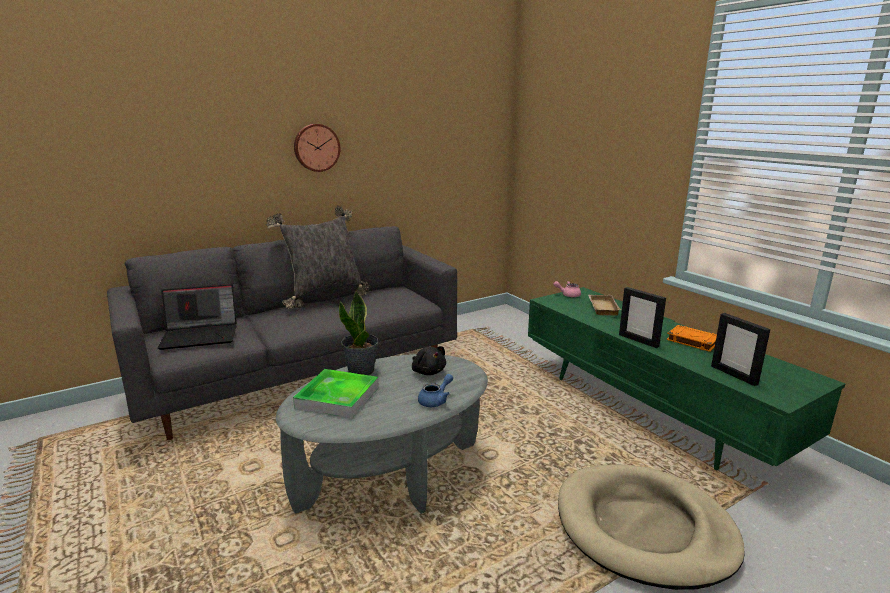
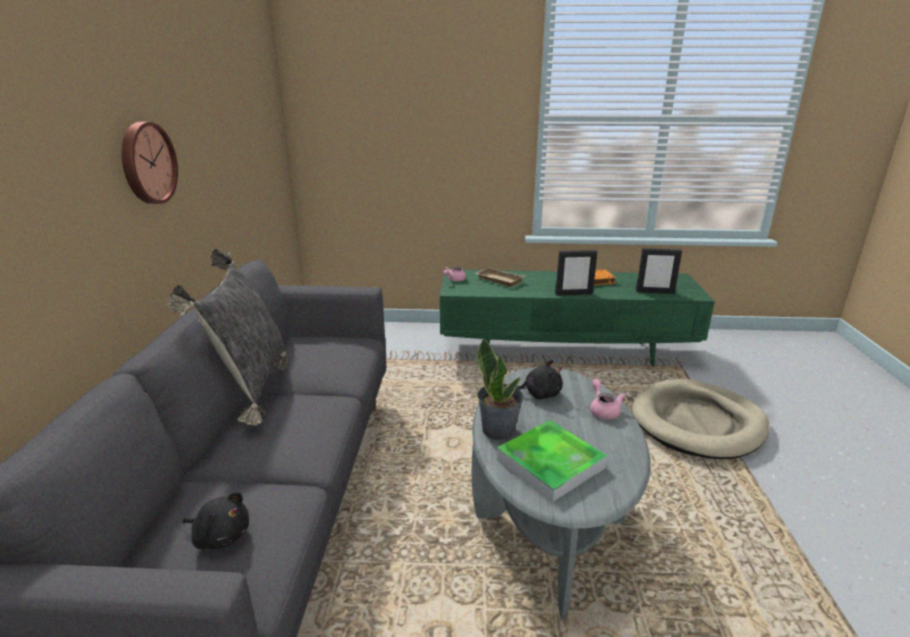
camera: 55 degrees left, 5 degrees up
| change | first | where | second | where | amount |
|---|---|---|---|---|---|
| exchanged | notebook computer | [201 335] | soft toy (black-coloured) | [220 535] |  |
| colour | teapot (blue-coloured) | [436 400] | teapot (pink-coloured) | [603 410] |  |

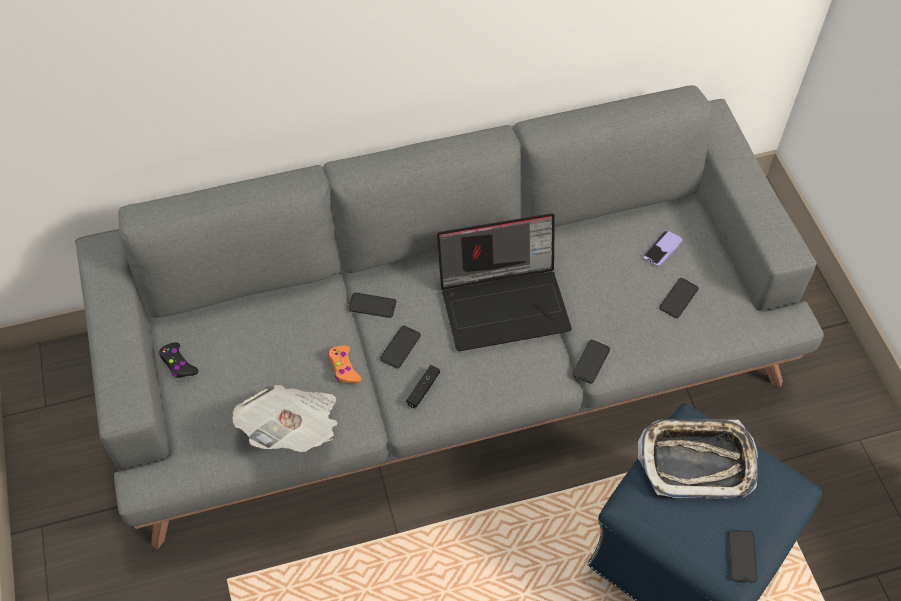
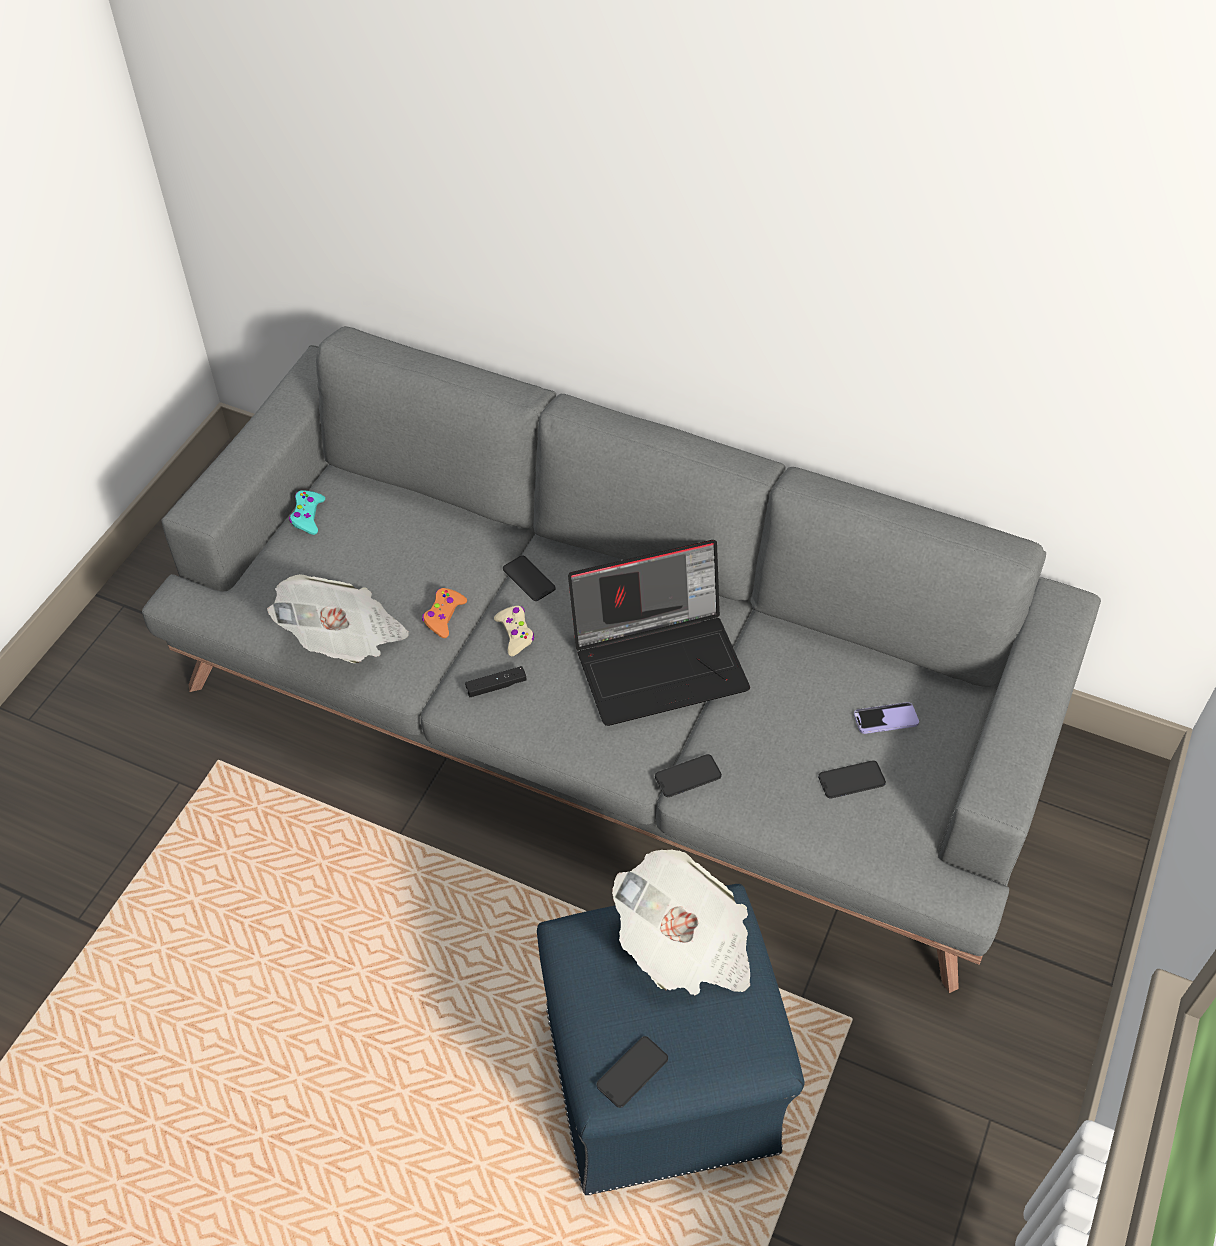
camera: 40 degrees right, 5 degrees down
| change | first | where | second | where | amount |
|---|---|---|---|---|---|
| exchanged | handset | [400 347] | game controller (beige-coloured) | [515 633] |  |
| exchanged | serving tray | [697 461] | printed paper | [685 945] |  |
| colour | game controller (black-coloured) | [178 364] | game controller (blue-green) | [308 516] |  |
| spun | notebook computer | [505 302] |  | [660 661] | 45 degrees counterclockwise |

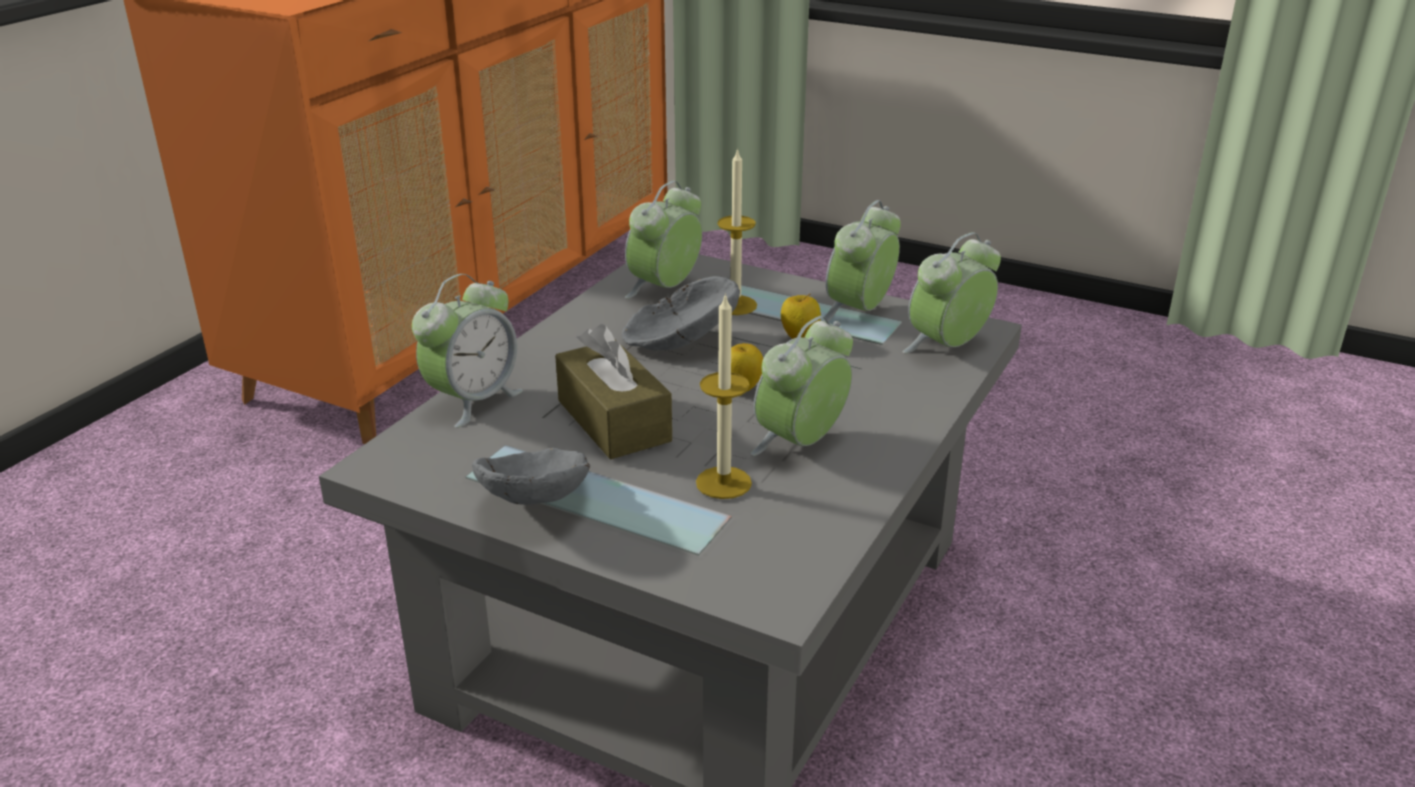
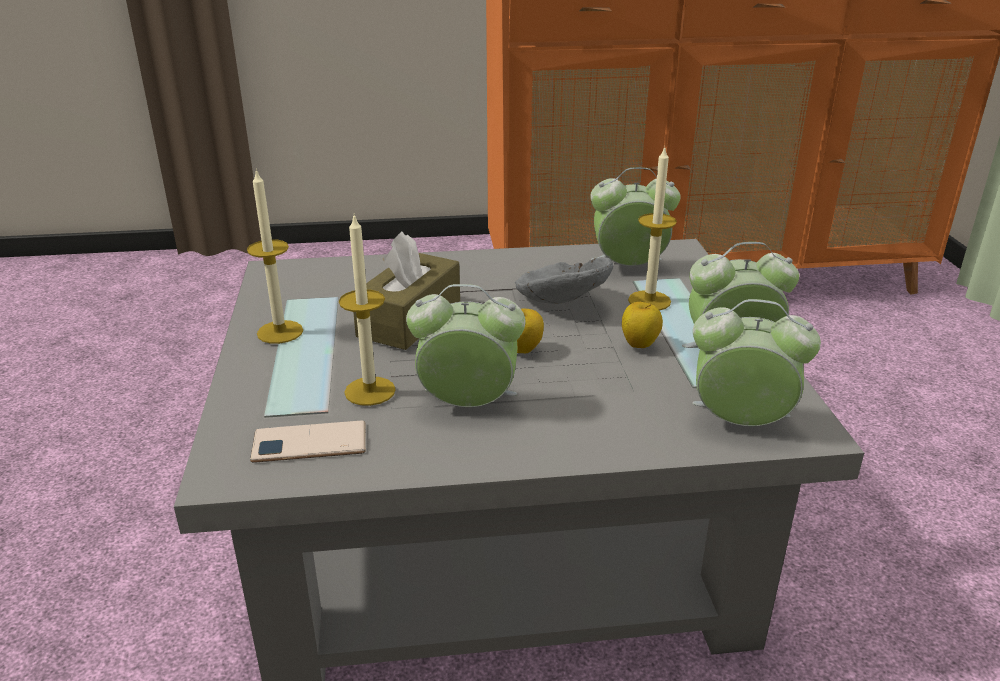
camera: 55 degrees right, 0 degrees up
| change | first | where | second | where | amount |
|---|---|---|---|---|---|
| missing | alarm clock | [473 401] |  |  |  |
| appeared |  |  | handset | [309 443] |  |
| exchanged | deep dish (gray) | [539 499] | candle | [280 332] |  |

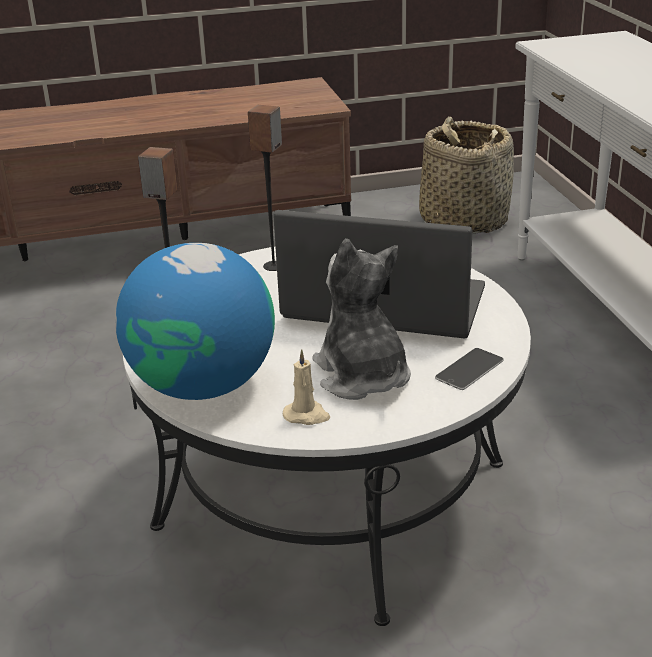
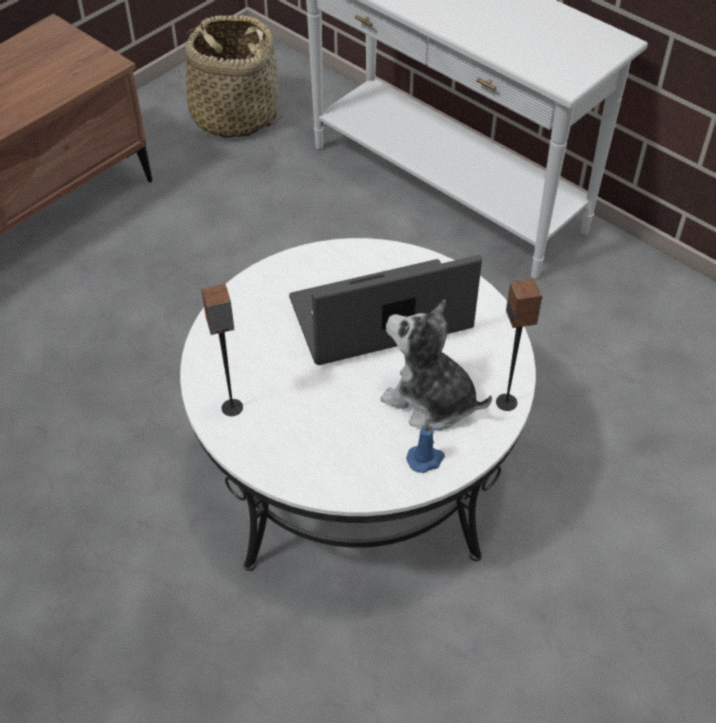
camera: 35 degrees left, 20 degrees up
| change | first | where | second | where | amount |
|---|---|---|---|---|---|
| missing | globe | [203 385] |  |  |  |
| missing | handset | [469 369] |  |  |  |
| relocated | audio speaker | [274 266] |  | [507 402] |  |
| colour | candle (beige-coloured) | [307 415] | candle (blue-coloured) | [426 459] |  |

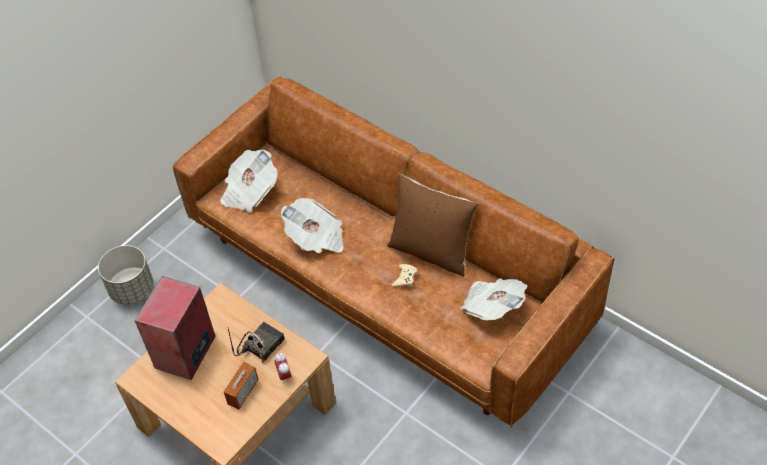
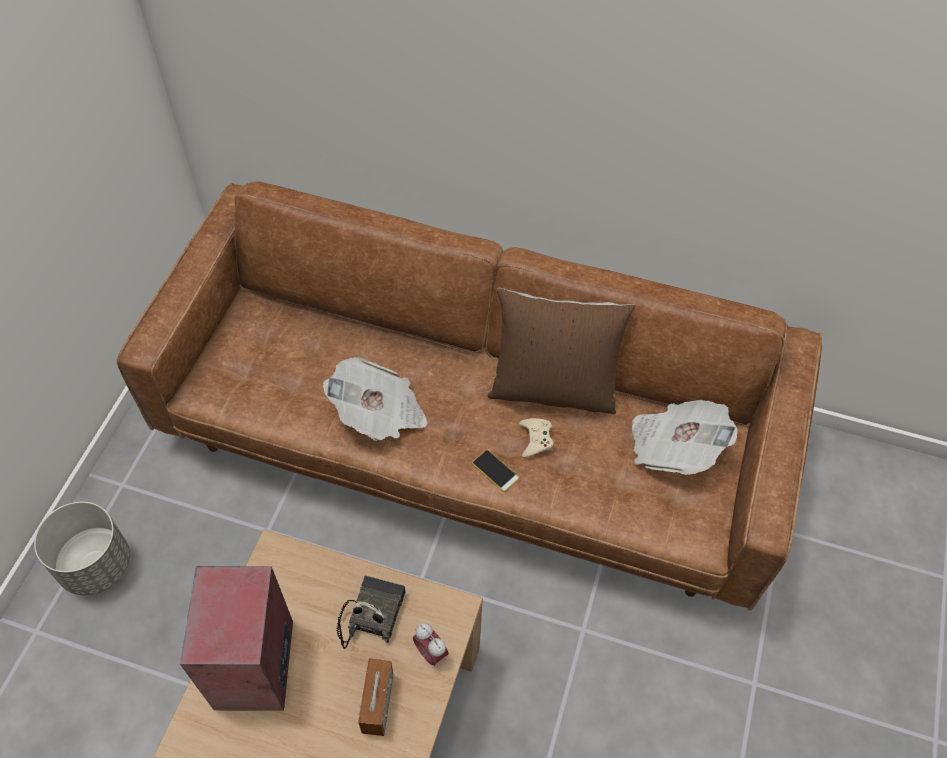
camera: 25 degrees left, 5 degrees up
| change | first | where | second | where | amount |
|---|---|---|---|---|---|
| missing | printed paper | [249 192] |  |  |  |
| appeared |  |  | handset | [495 471] |  |

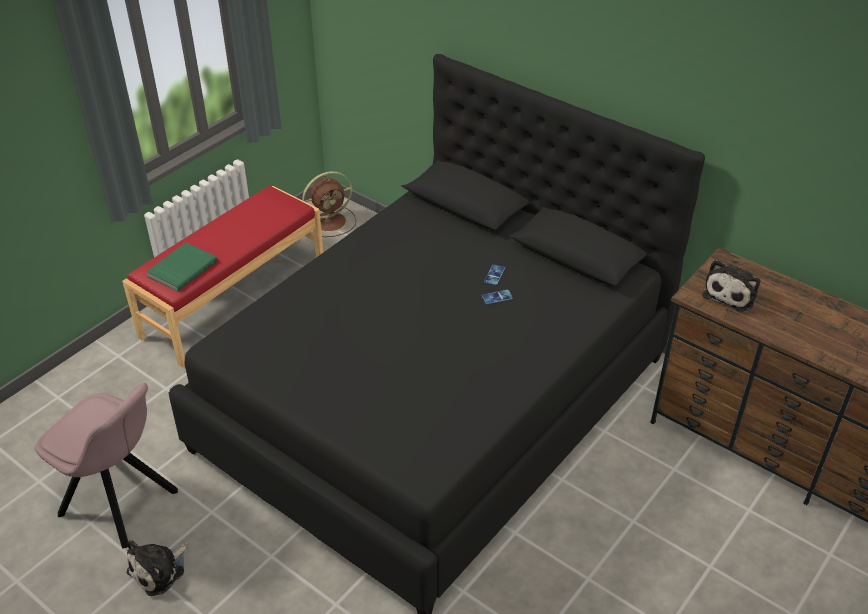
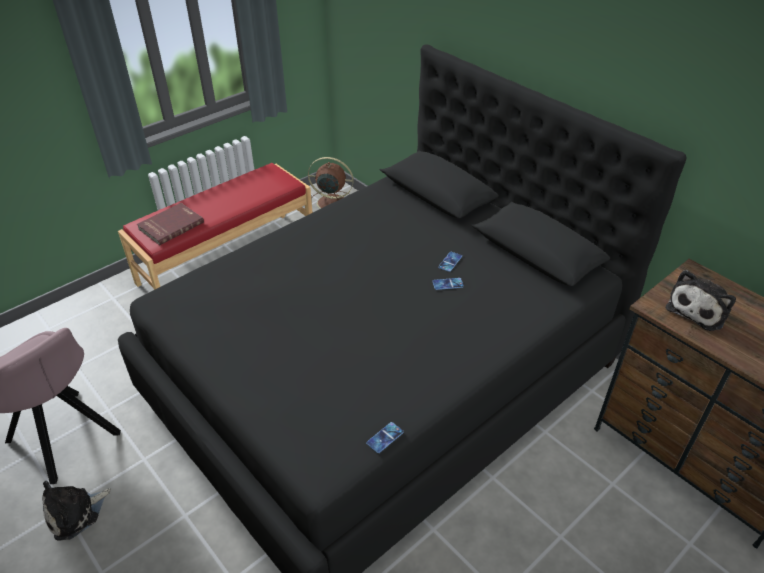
camera: 10 degrees right, 0 degrees up
| change | first | where | second | where | amount |
|---|---|---|---|---|---|
| appeared |  |  | handset | [385 437] |  |
| colour | volume (green) | [181 268] | volume (red-coloured) | [170 225] |  |
| spun | fan (brownish) | [331 221] |  | [330 202] | 150 degrees counterclockwise |

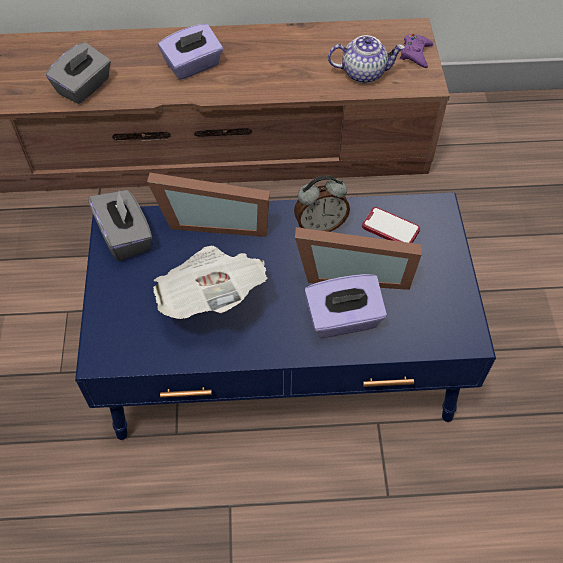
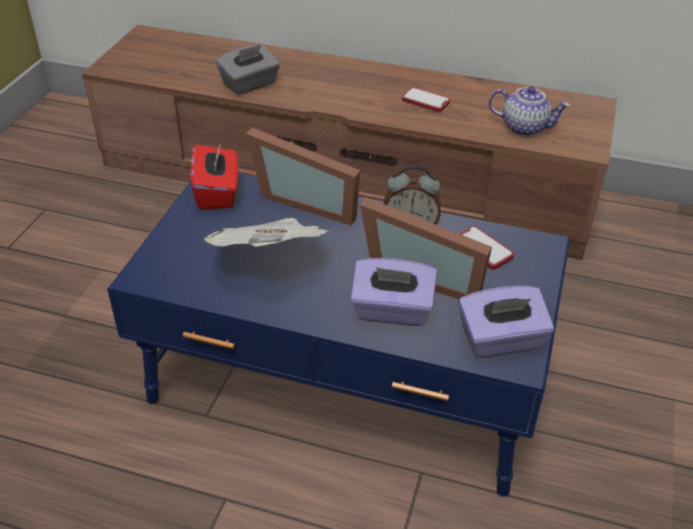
camera: 20 degrees right, 15 degrees down
| change | first | where | second | where | amount |
|---|---|---|---|---|---|
| missing | game controller (purple) | [415 54] |  |  |  |
| appeared |  |  | handset | [425 101] |  |
| relocated | box of tissues (purple) | [193 66] |  | [501 341] |  |
| colour | box of tissues (gray) | [125 236] | box of tissues (red-coloured) | [217 193] |  |

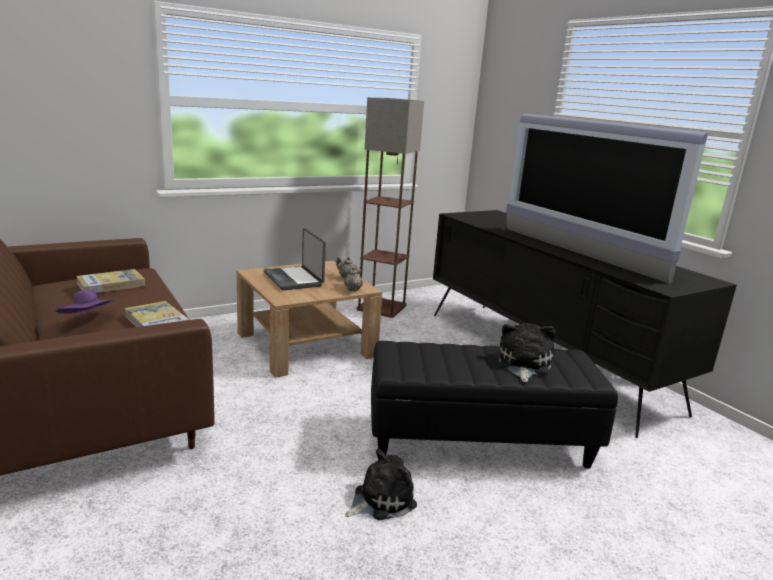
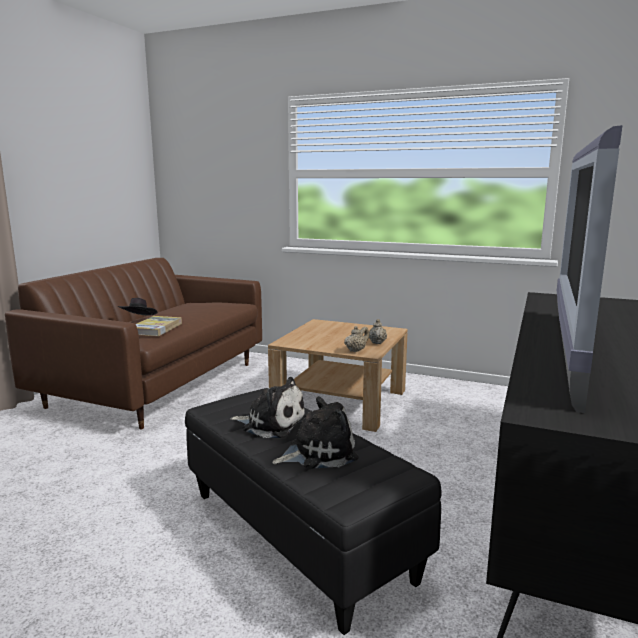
camera: 55 degrees right, 5 degrees down
| change | first | where | second | where | amount |
|---|---|---|---|---|---|
| missing | volume | [111 284] |  |  |  |
| missing | notebook computer | [294 279] |  |  |  |
| missing | standing lamp | [382 307] |  |  |  |
| relocated | soft toy | [381 500] |  | [271 423] |  |
| colour | wearable hat (purple) | [88 319] | wearable hat (black-coloured) | [138 319] |  |

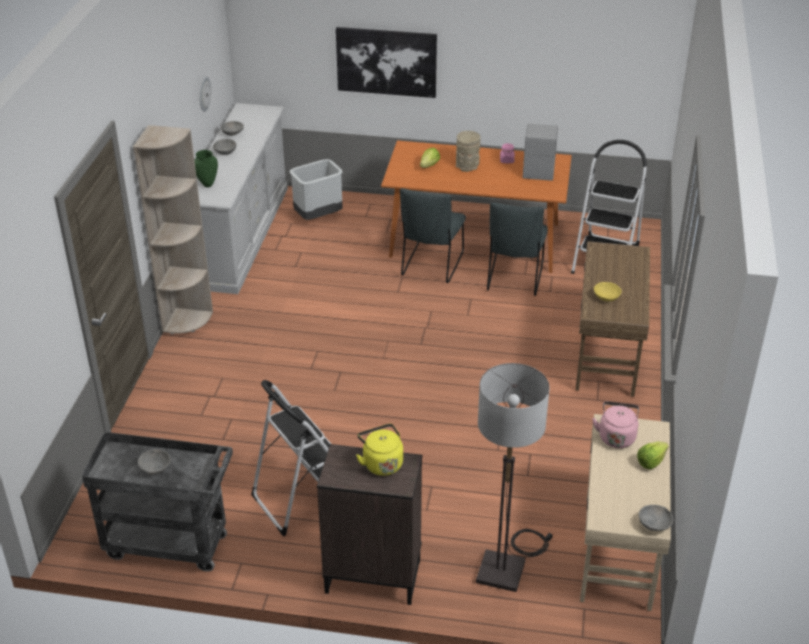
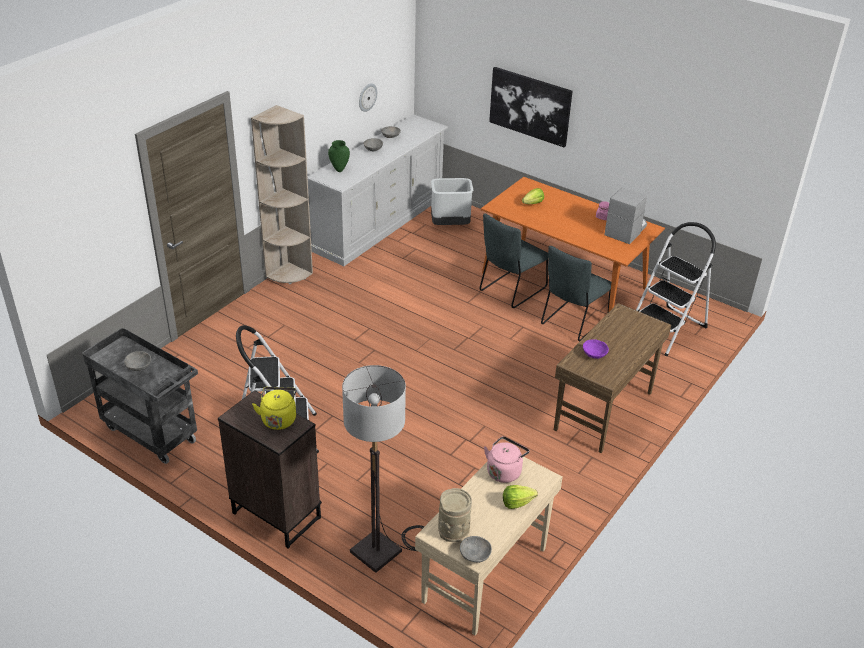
camera: 25 degrees right, 0 degrees up
| change | first | where | second | where | amount |
|---|---|---|---|---|---|
| relocated | vase (beige-coloured) | [467 166] |  | [454 531] |  |
| colour | deep dish (yellow-coloured) | [606 297] | deep dish (purple) | [594 354] |  |

